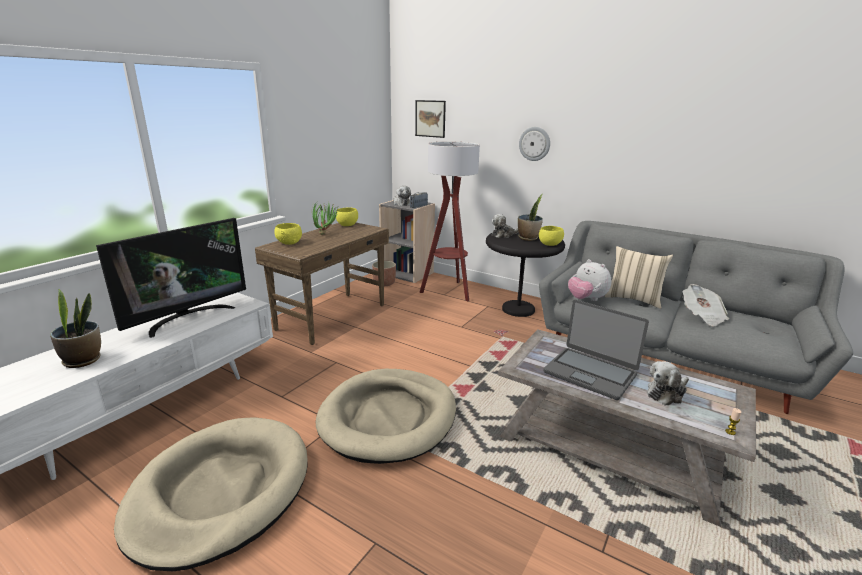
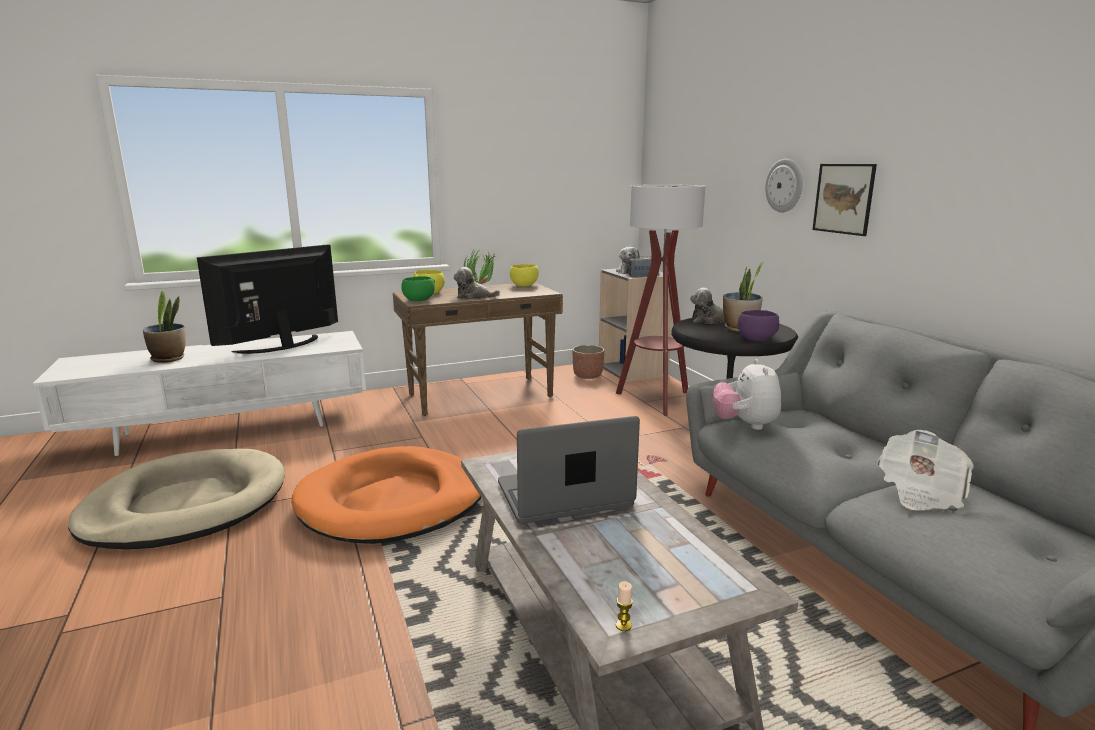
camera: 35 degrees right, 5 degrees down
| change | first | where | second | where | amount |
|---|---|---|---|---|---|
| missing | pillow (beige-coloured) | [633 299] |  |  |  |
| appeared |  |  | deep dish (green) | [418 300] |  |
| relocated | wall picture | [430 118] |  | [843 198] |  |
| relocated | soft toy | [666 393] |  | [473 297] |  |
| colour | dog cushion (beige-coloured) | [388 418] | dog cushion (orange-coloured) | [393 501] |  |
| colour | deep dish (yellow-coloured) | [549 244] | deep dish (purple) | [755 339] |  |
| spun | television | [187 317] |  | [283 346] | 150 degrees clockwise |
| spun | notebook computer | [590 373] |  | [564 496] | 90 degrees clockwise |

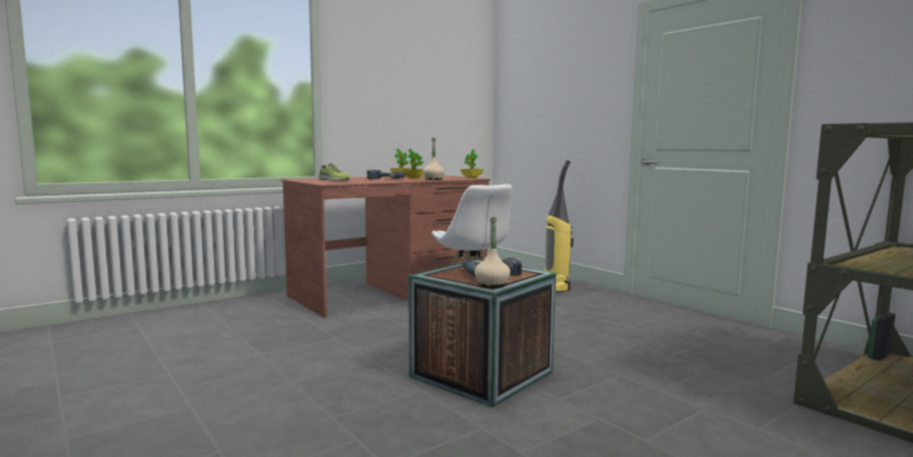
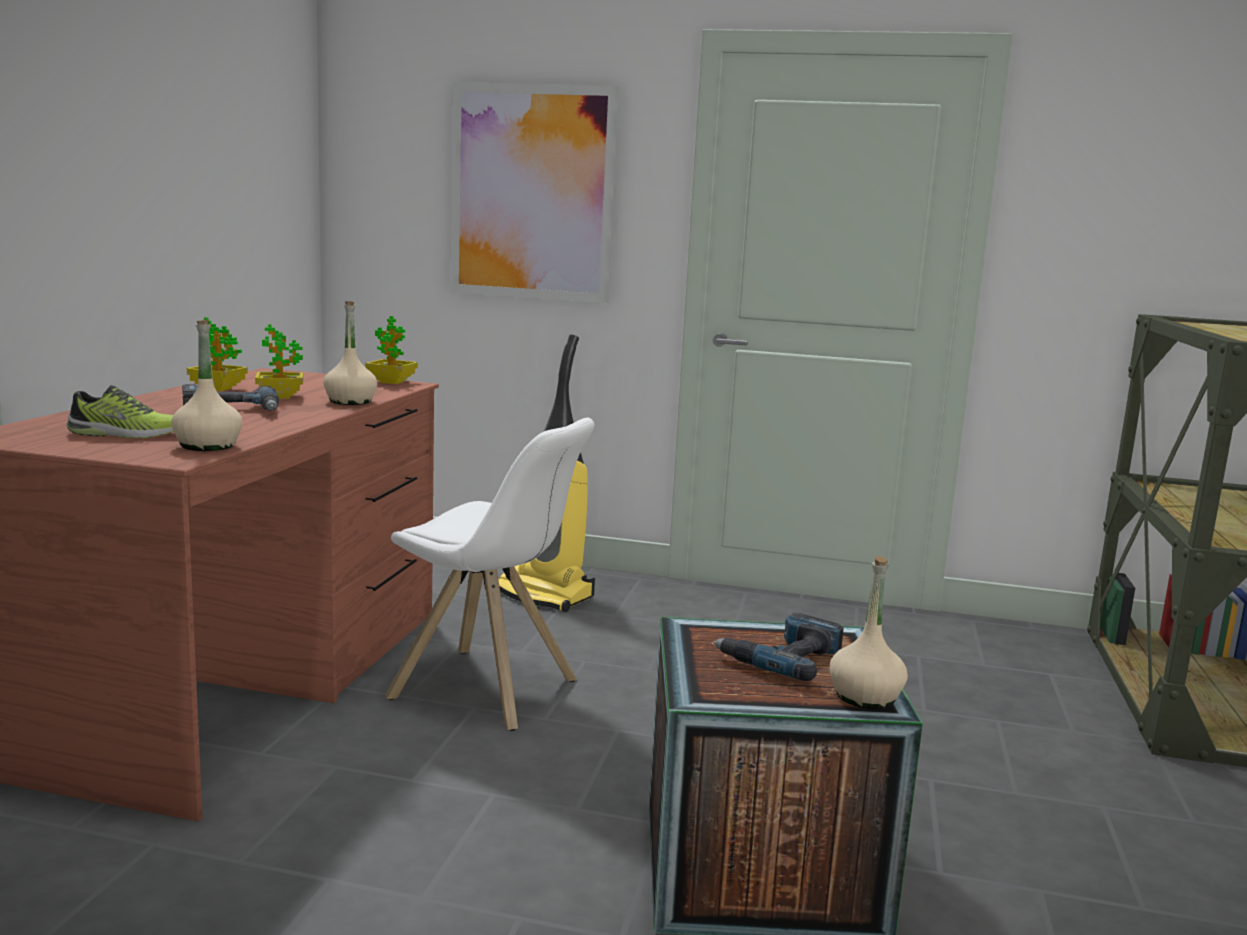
camera: 40 degrees left, 5 degrees up
| change | first | where | second | where | amount |
|---|---|---|---|---|---|
| appeared |  |  | bottle (beige-coloured) | [207 446] |  |
| appeared |  |  | wall picture | [532 193] |  |

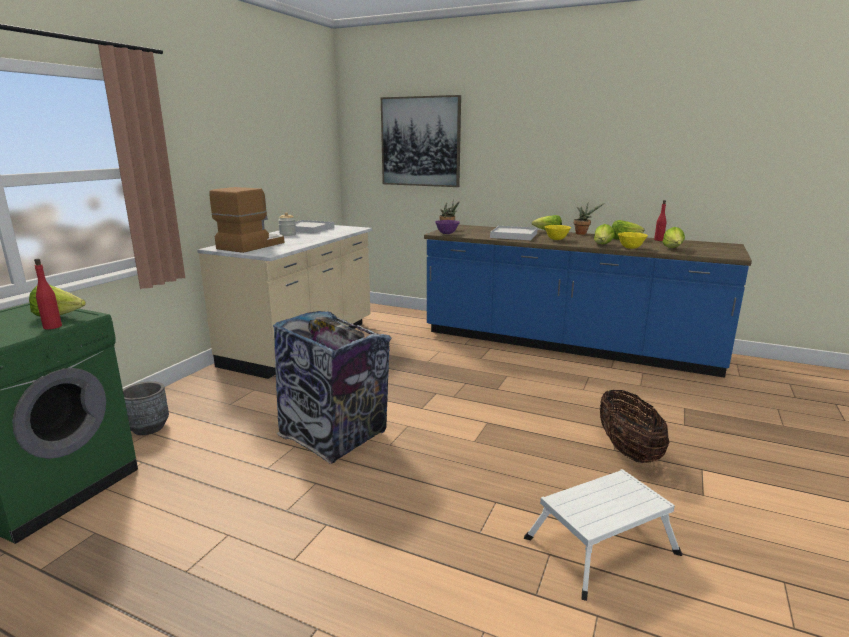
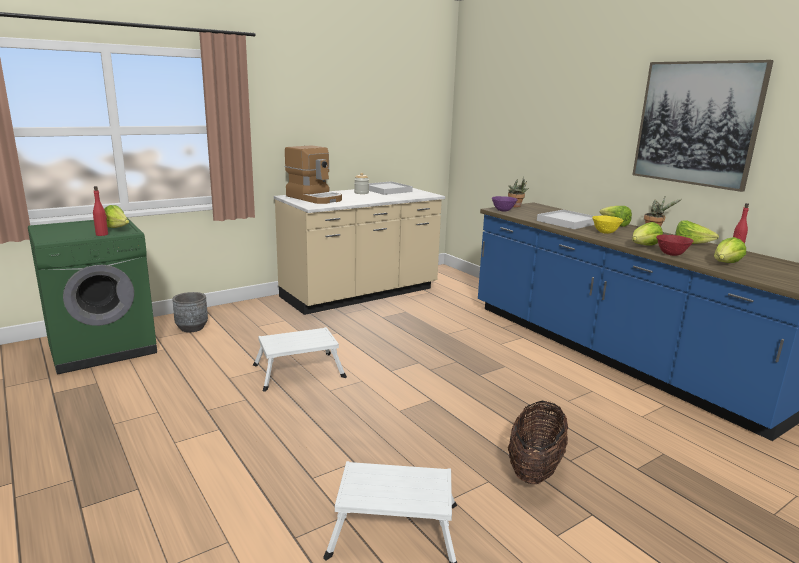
camera: 30 degrees right, 0 degrees up
| change | first | where | second | where | amount |
|---|---|---|---|---|---|
| relocated | wall picture | [420 142] |  | [696 123] |  |
| exchanged | trash can | [334 436] | step stool (white) | [298 371] |  |
| colour | deep dish (yellow-coloured) | [631 248] | deep dish (red-coloured) | [672 254] |  |
| spun | coffee machine | [251 245] |  | [315 198] | 75 degrees clockwise |

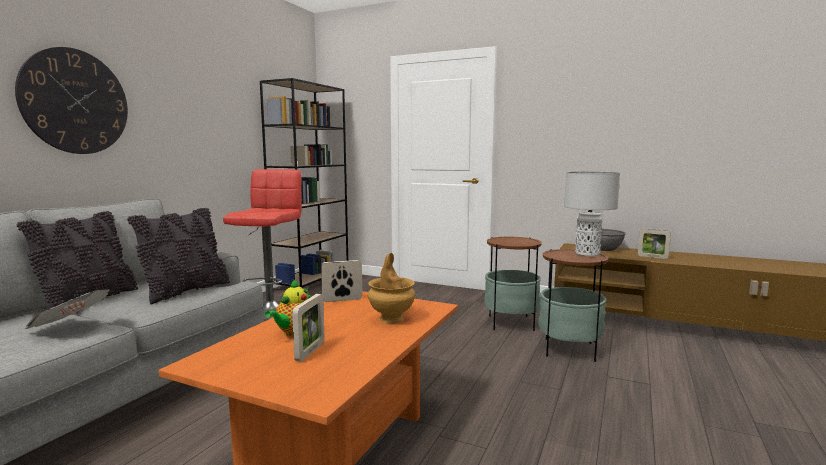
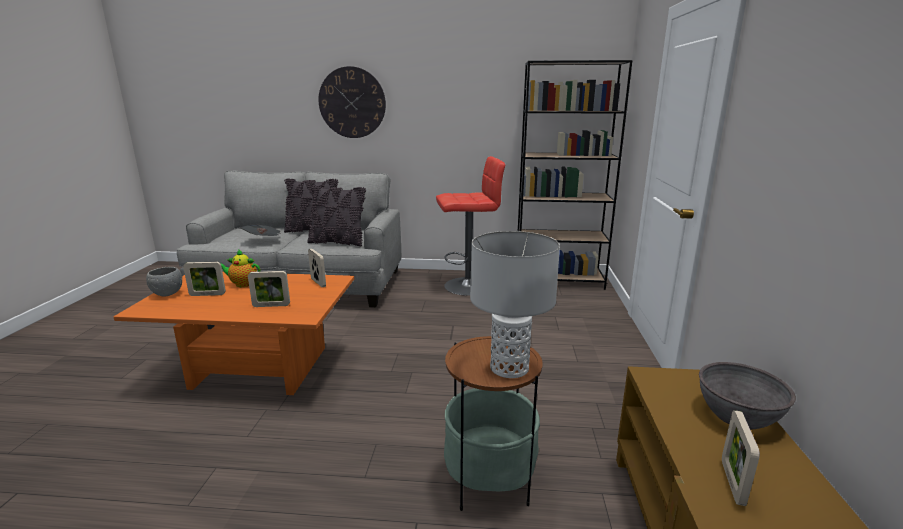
camera: 70 degrees right, 10 degrees up
| change | first | where | second | where | amount |
|---|---|---|---|---|---|
| missing | side table | [510 323] |  |  |  |
| appeared |  |  | deep dish (gray) | [167 294] |  |
| exchanged | vase (brownish) | [391 319] | photo frame | [271 305] |  |

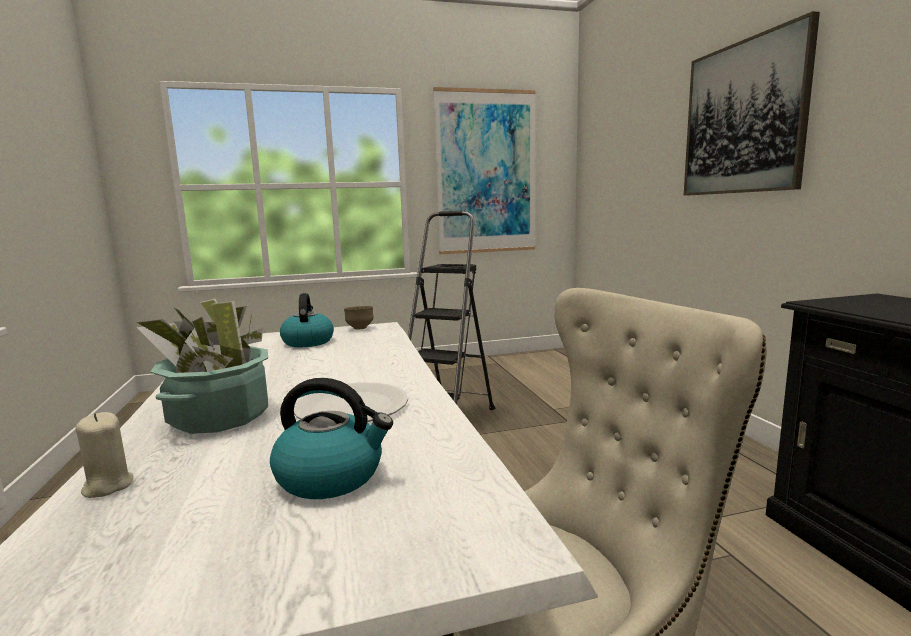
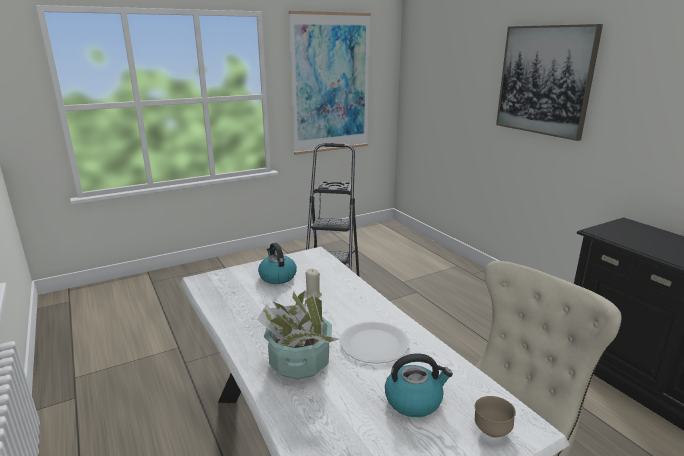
camera: 15 degrees left, 10 degrees up
| change | first | where | second | where | amount |
|---|---|---|---|---|---|
| relocated | candle (beige-coloured) | [107 486] |  | [312 295] |  |
| relocated | deep dish (brownish) | [360 328] |  | [491 431] |  |

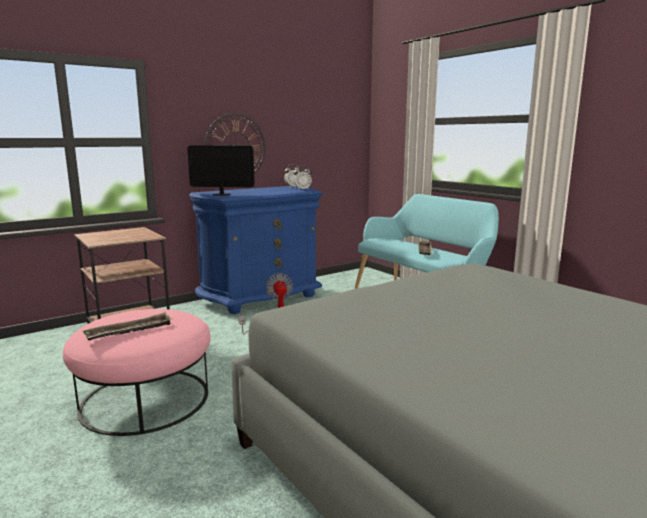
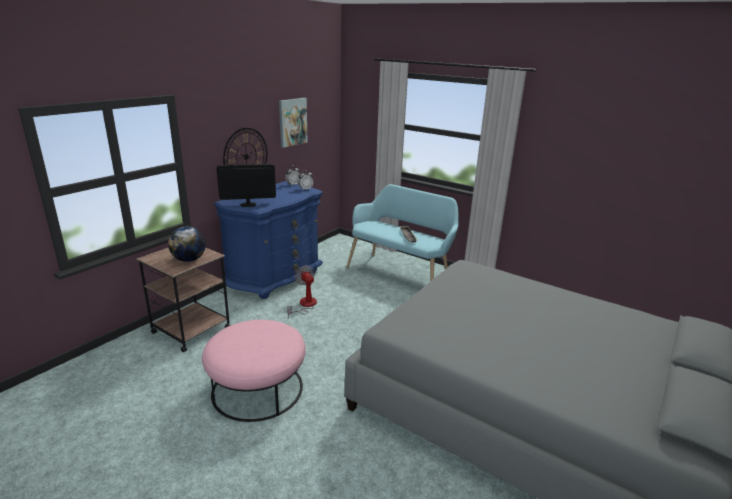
camera: 20 degrees left, 10 degrees up
| change | first | where | second | where | amount |
|---|---|---|---|---|---|
| missing | serving tray | [129 331] |  |  |  |
| appeared |  |  | globe | [189 260] |  |
| appeared |  |  | wall picture | [292 122] |  |

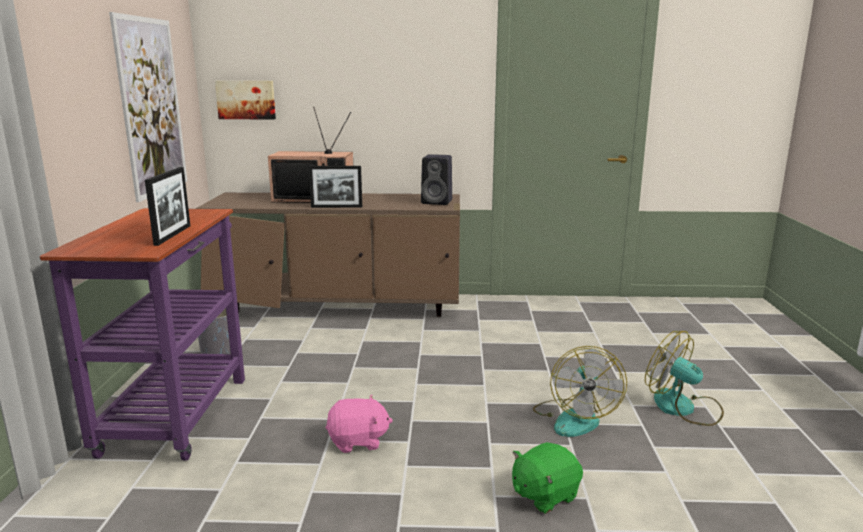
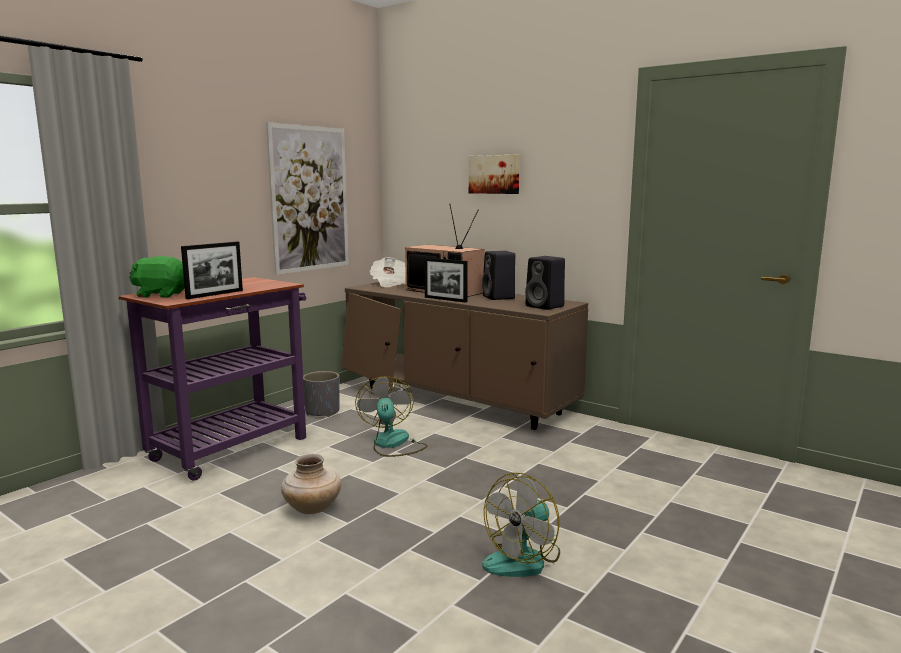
camera: 35 degrees right, 5 degrees down
| change | first | where | second | where | amount |
|---|---|---|---|---|---|
| appeared |  |  | printed paper | [390 284] |  |
| appeared |  |  | audio speaker (black-coloured) | [499 297] |  |
| relocated | wall picture | [246 99] |  | [494 174] |  |
| relocated | soft toy (green) | [544 495] |  | [161 294] |  |
| relocated | fan | [683 408] |  | [392 444] |  |
| exchanged | soft toy (pink-coloured) | [358 441] | vase (beige-coloured) | [312 508] |  |

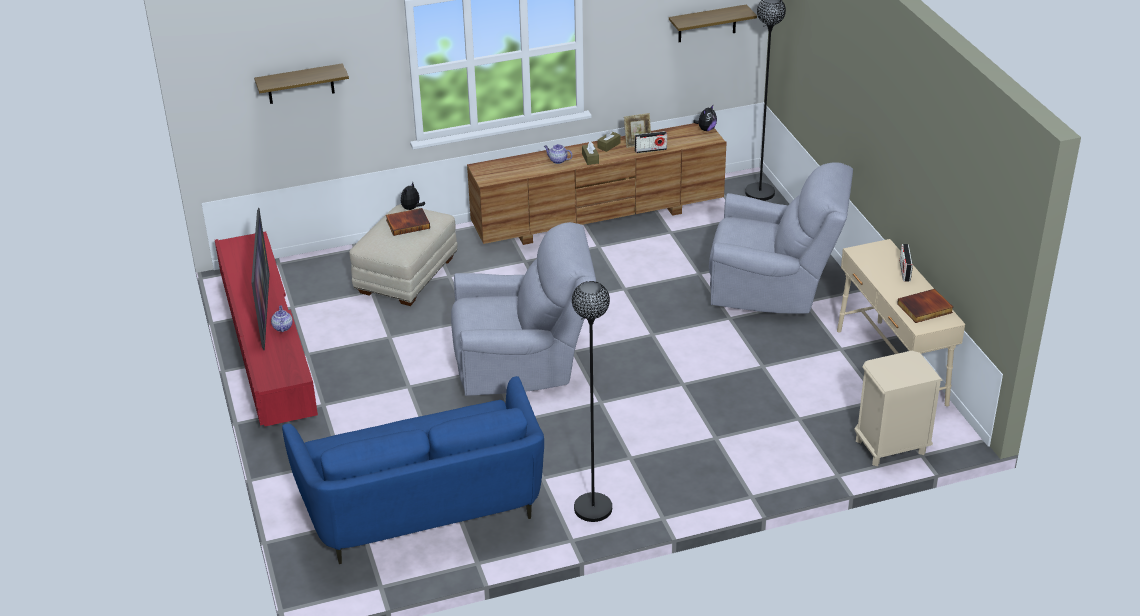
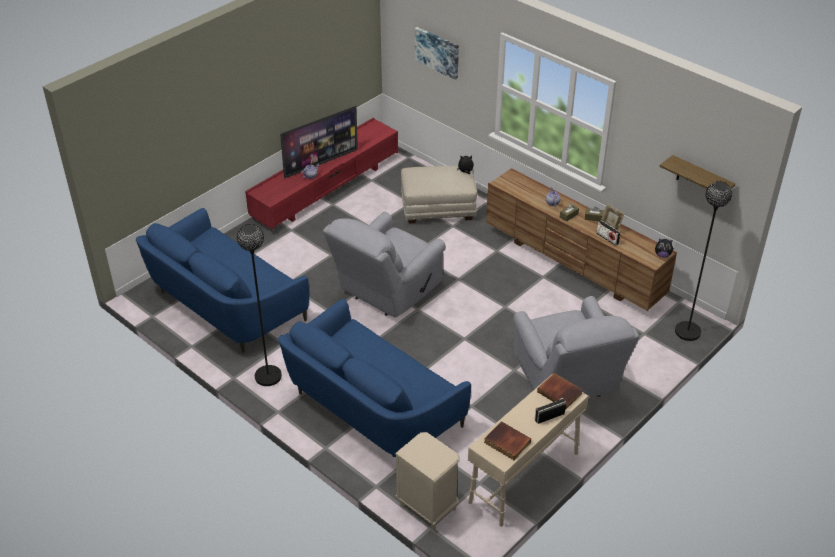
camera: 60 degrees right, 5 degrees up
| change | first | where | second | where | amount |
|---|---|---|---|---|---|
| appeared |  |  | settee (blue-coloured) | [371 409] |  |
| relocated | volume | [408 223] |  | [560 392] |  |
| exchanged | bracket shelf | [300 84] | wall picture | [437 52] |  |
| spun | lounge chair (gray) | [523 365] |  | [386 293] | 75 degrees clockwise |

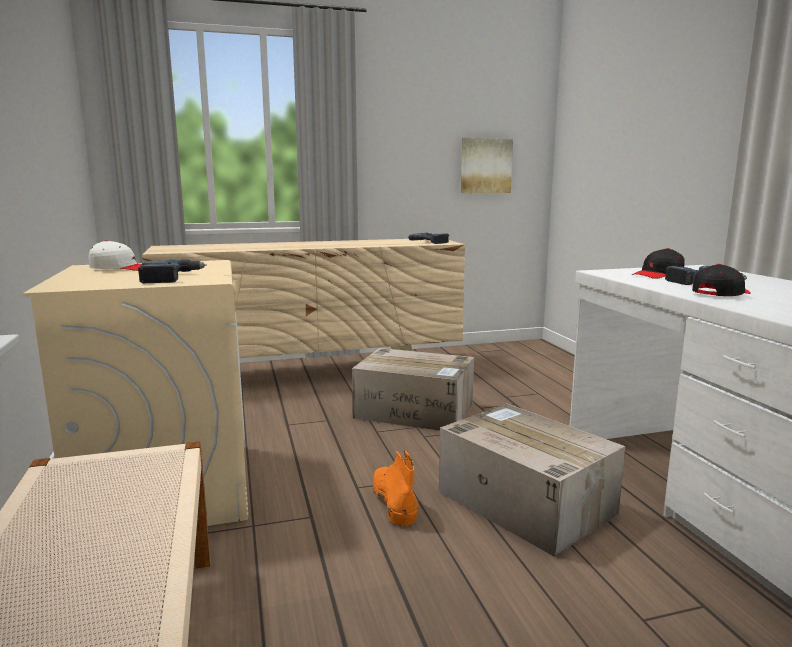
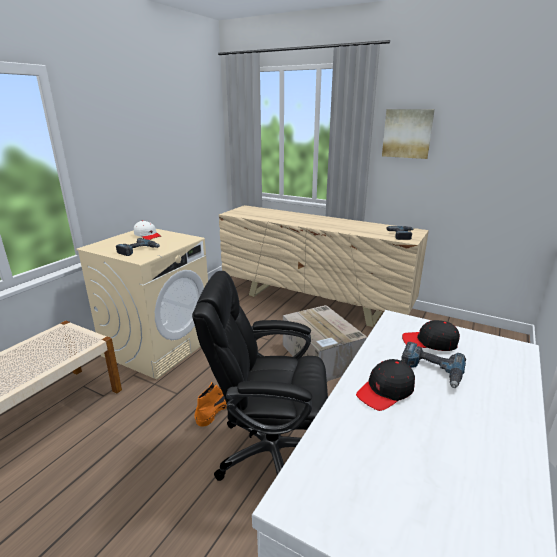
camera: 45 degrees right, 10 degrees up
| change | first | where | second | where | amount |
|---|---|---|---|---|---|
| relocated | wall picture | [485 166] |  | [407 133] |  |
| exchanged | carton | [523 501] | computer chair (black-coloured) | [271 453] |  |
| spun | cap (black-coloured) | [721 294] |  | [385 391] | 135 degrees clockwise |

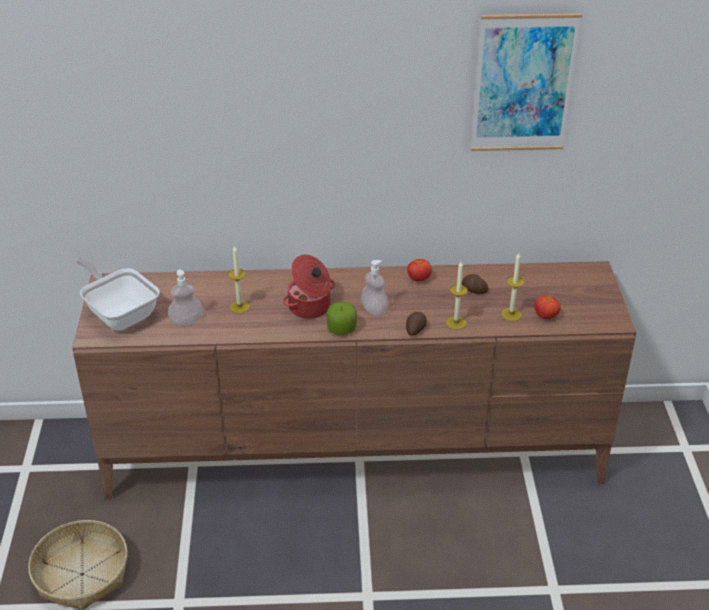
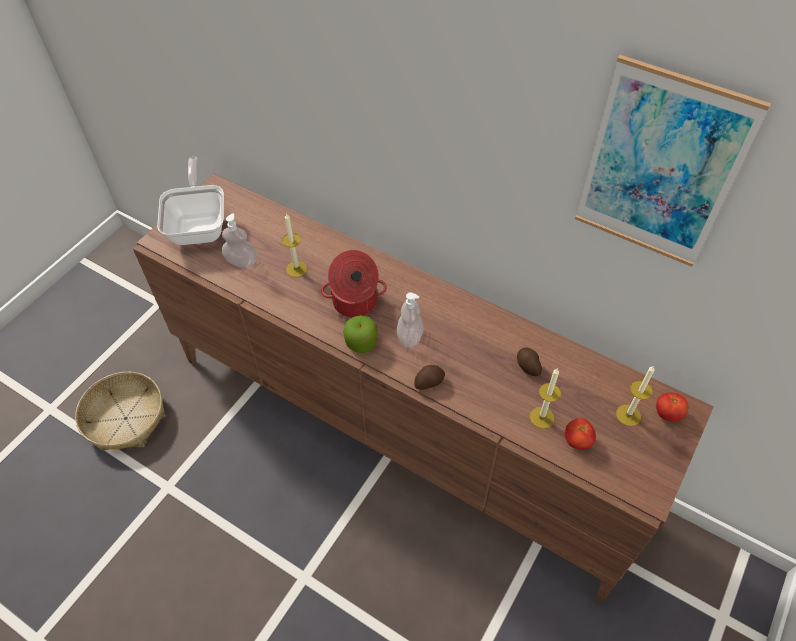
camera: 35 degrees right, 15 degrees up
| change | first | where | second | where | amount |
|---|---|---|---|---|---|
| relocated | tomato | [419 279] |  | [667 414] |  |
| relocated | candle | [456 323] |  | [628 415] |  |

